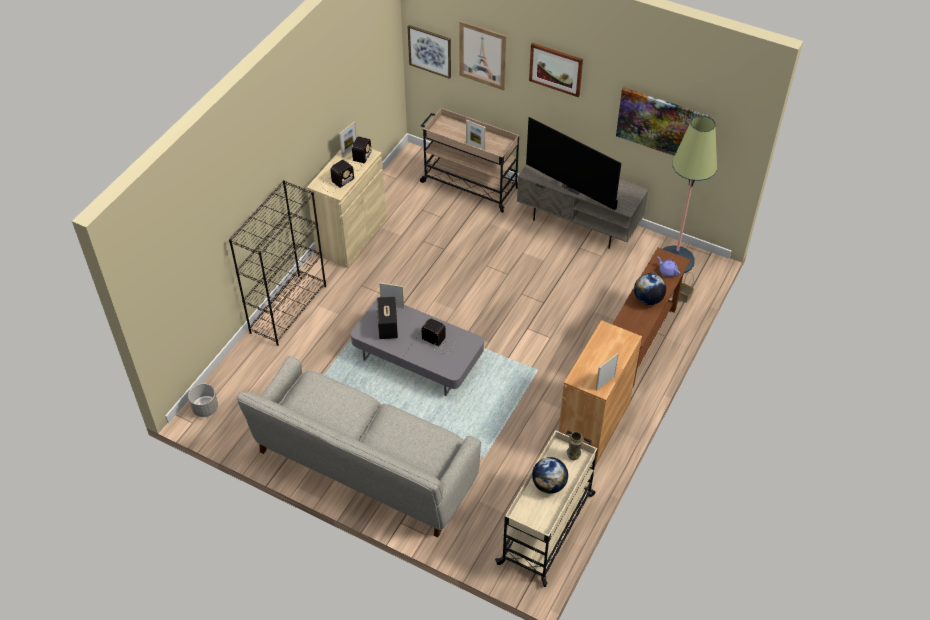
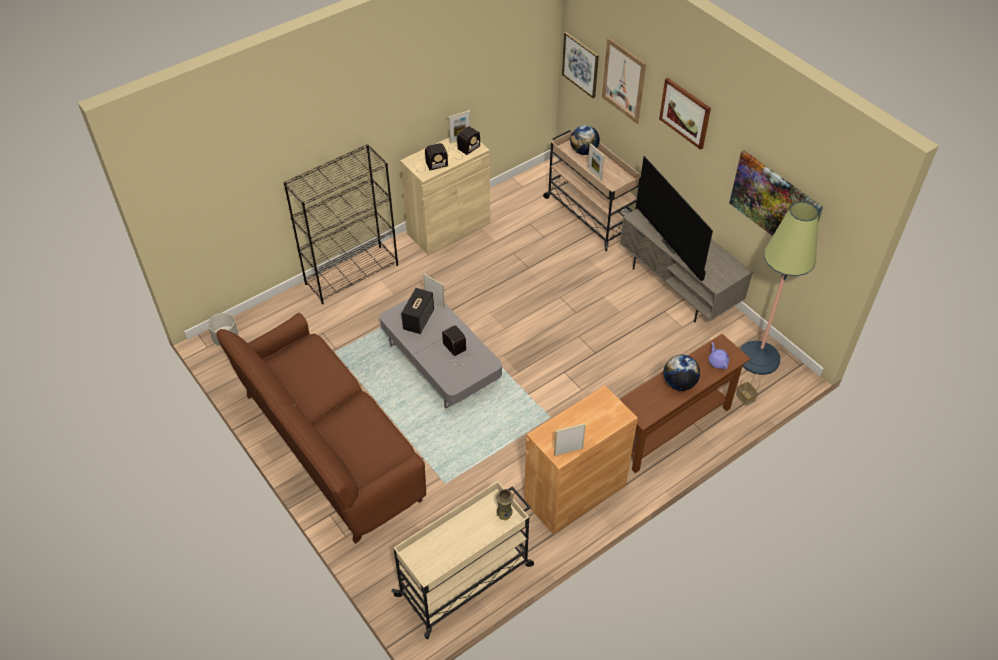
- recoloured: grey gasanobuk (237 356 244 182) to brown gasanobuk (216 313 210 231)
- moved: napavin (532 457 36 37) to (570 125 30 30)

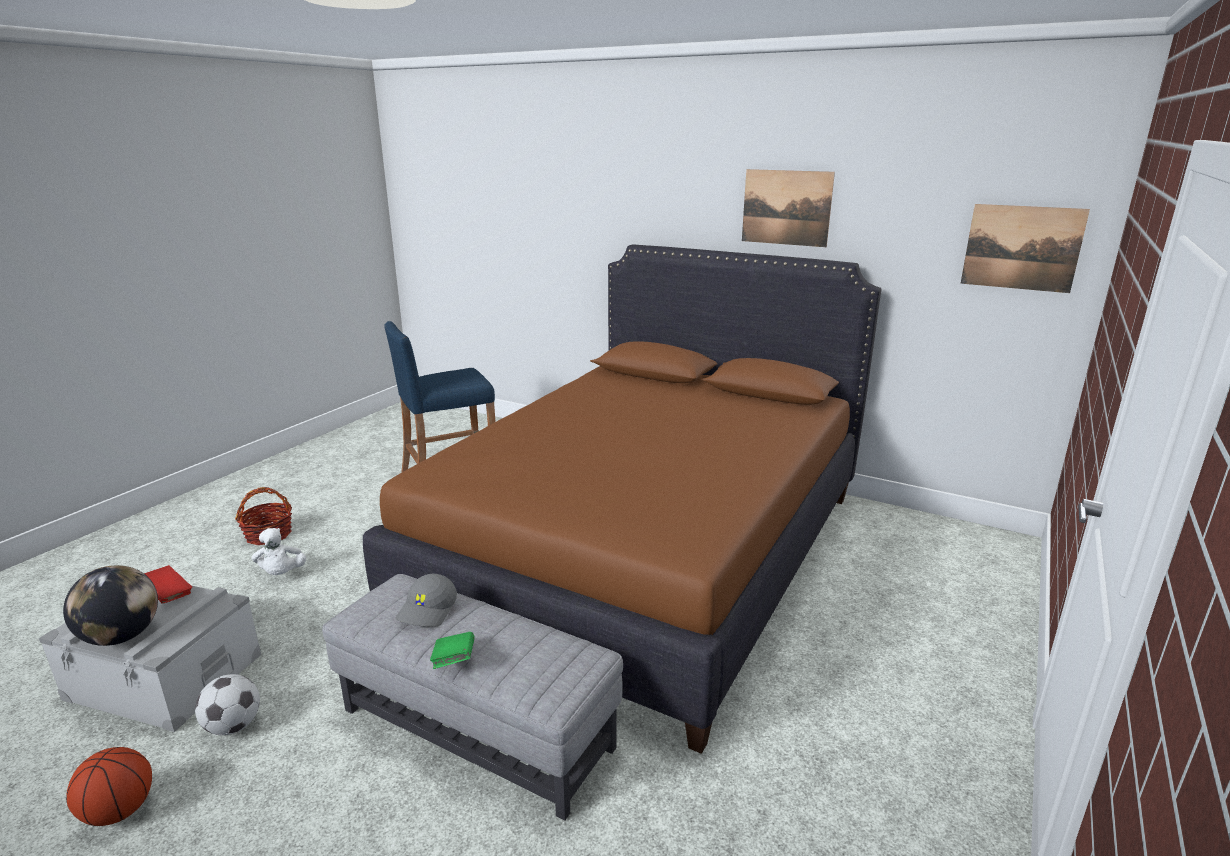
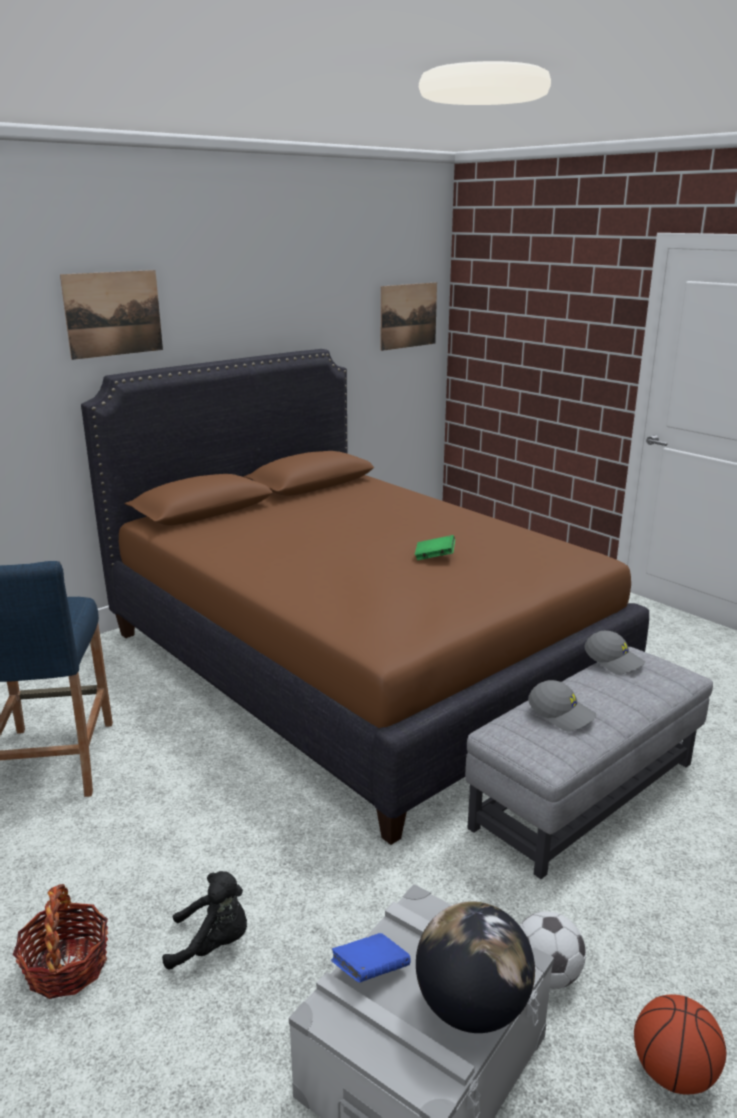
- recoloured: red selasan (144 565 48 38) to blue selasan (331 933 80 50)
- recoloured: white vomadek (252 528 54 47) to black vomadek (162 871 85 99)
- moved: green selasan (430 632 45 37) to (415 535 40 25)
- moved: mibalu (742 169 93 78) to (60 270 103 90)
- added: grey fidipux (585 631 60 44)

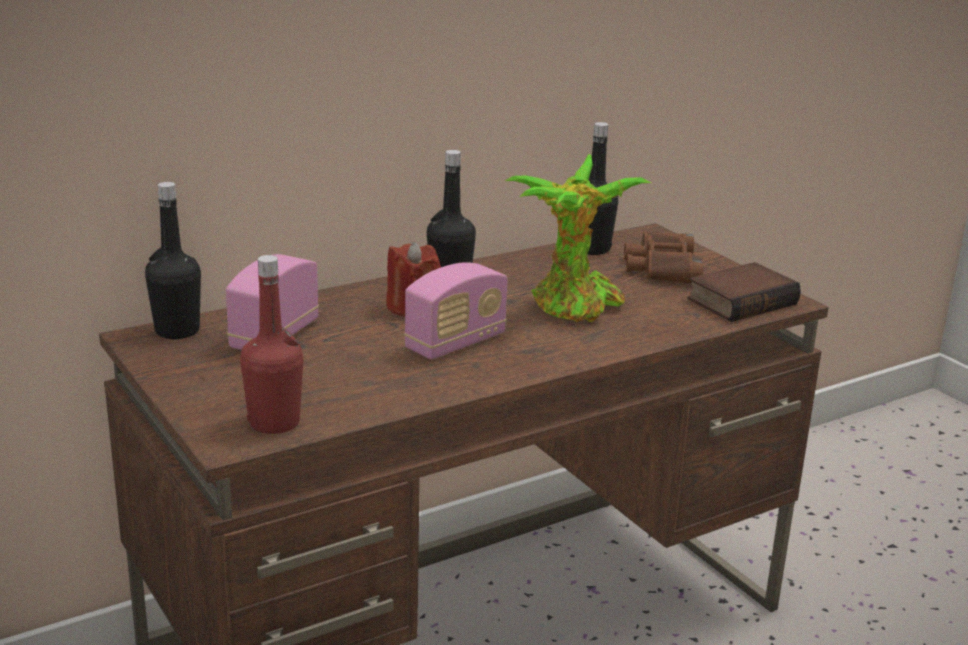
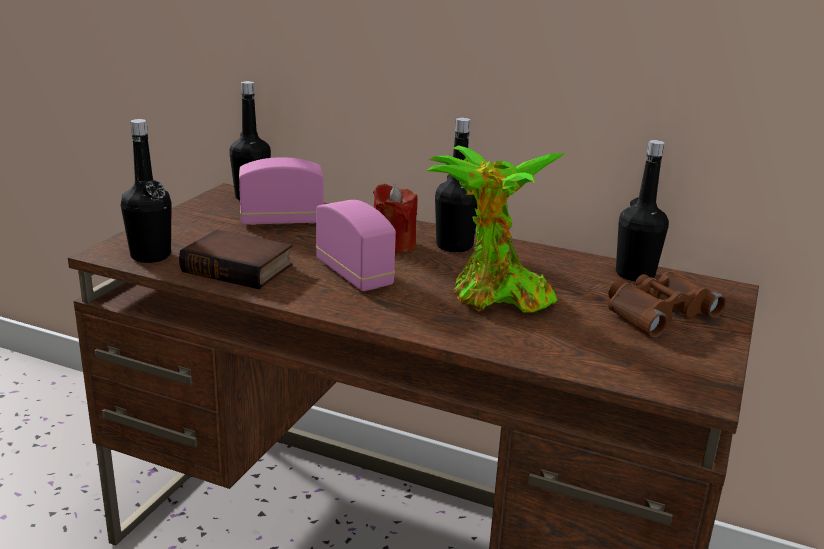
- recoloured: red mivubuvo (240 255 64 179) to black mivubuvo (121 119 51 144)
- turned: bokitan (404 262 103 98) = (316 200 80 91) 135 degrees counterclockwise
- moved: selasan (687 262 114 60) to (179 229 114 60)

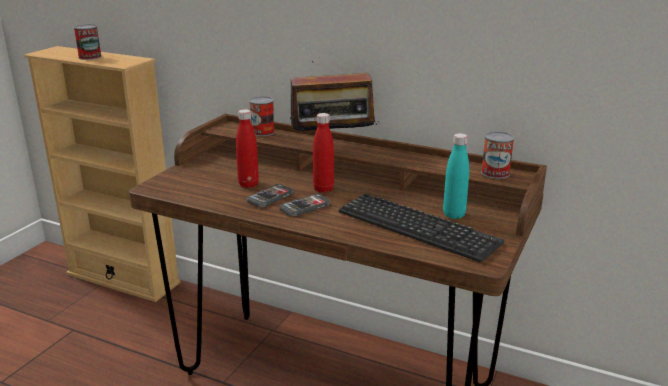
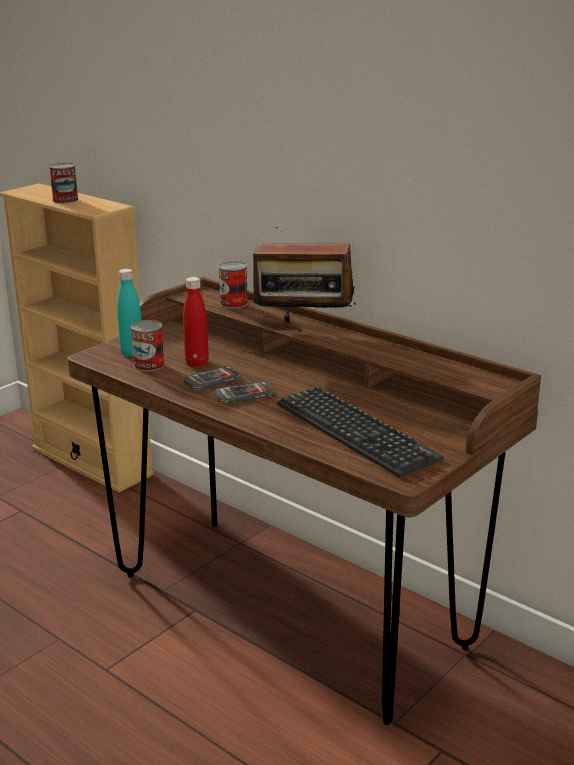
- removed: red mivubuvo (313 113 21 80)
- moved: turquoise mivubuvo (443 133 26 86) to (117 269 24 87)
- moved: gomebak (481 131 33 48) to (131 320 34 52)

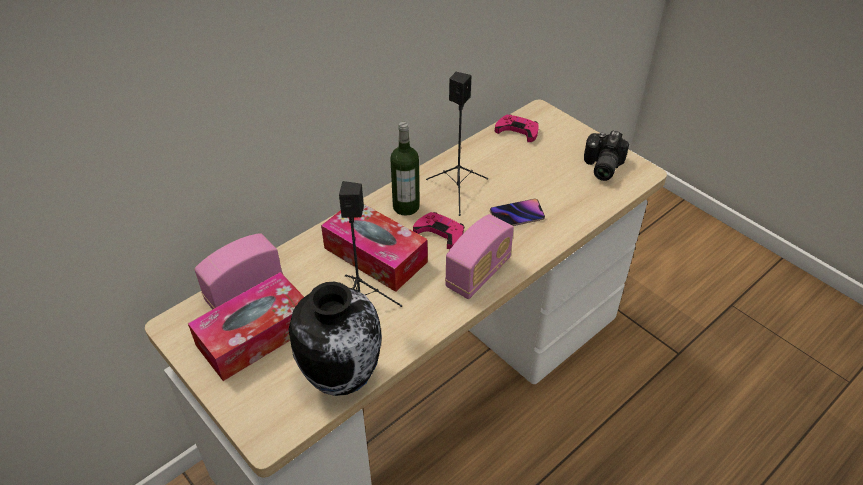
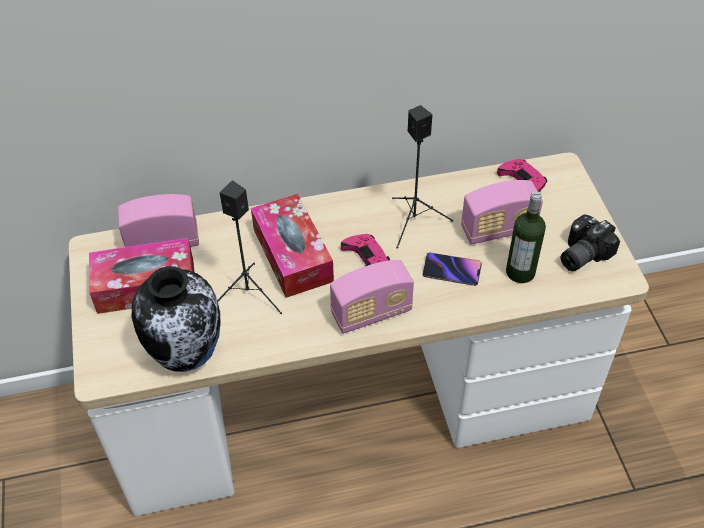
- moved: mivubuvo (390 122 30 94) to (506 191 40 92)
- added: bokitan (461 180 82 65)

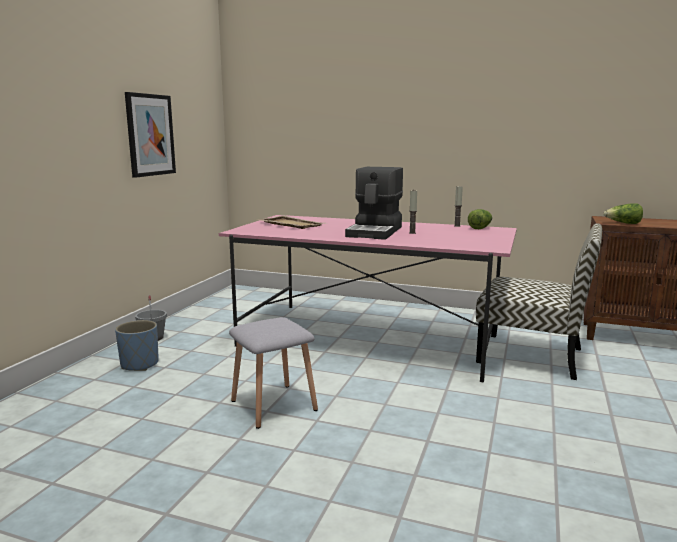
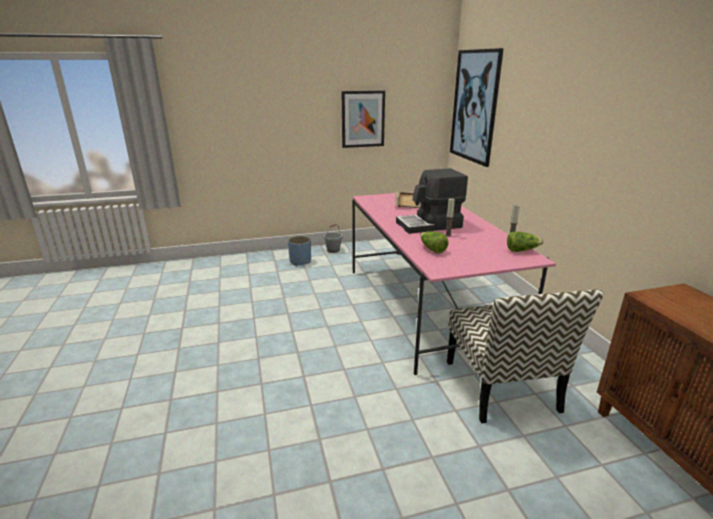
- removed: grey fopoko (229 317 89 112)
- moved: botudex (604 203 39 21) to (420 231 29 22)
- added: mibalu (450 48 54 119)

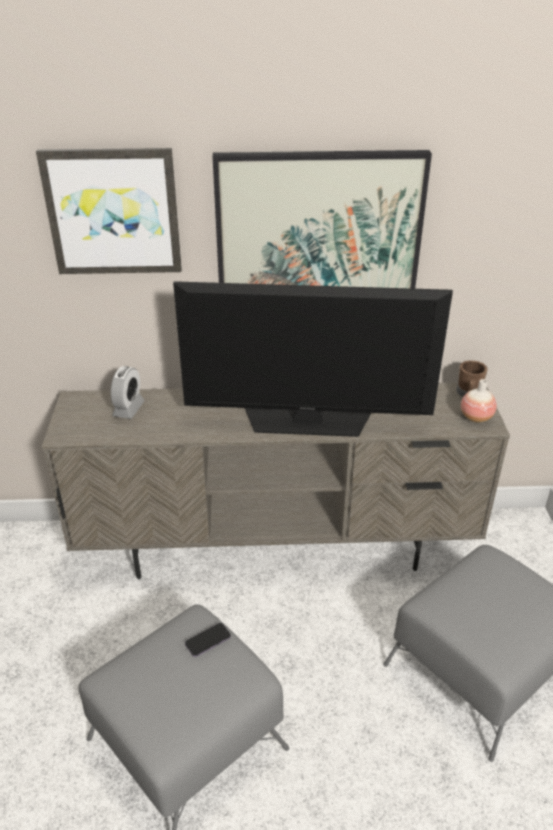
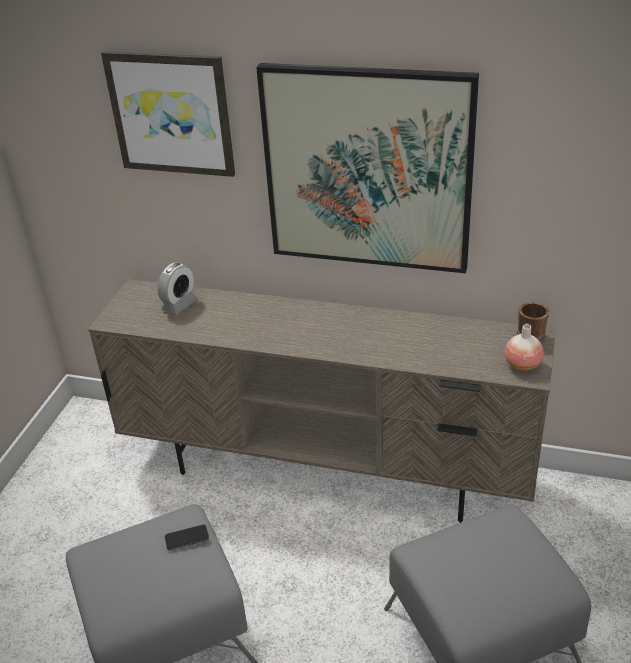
- removed: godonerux (173 281 280 156)

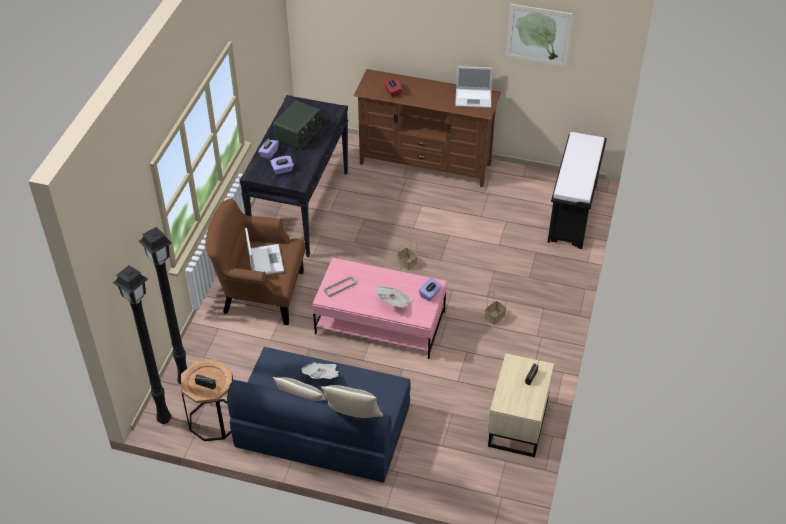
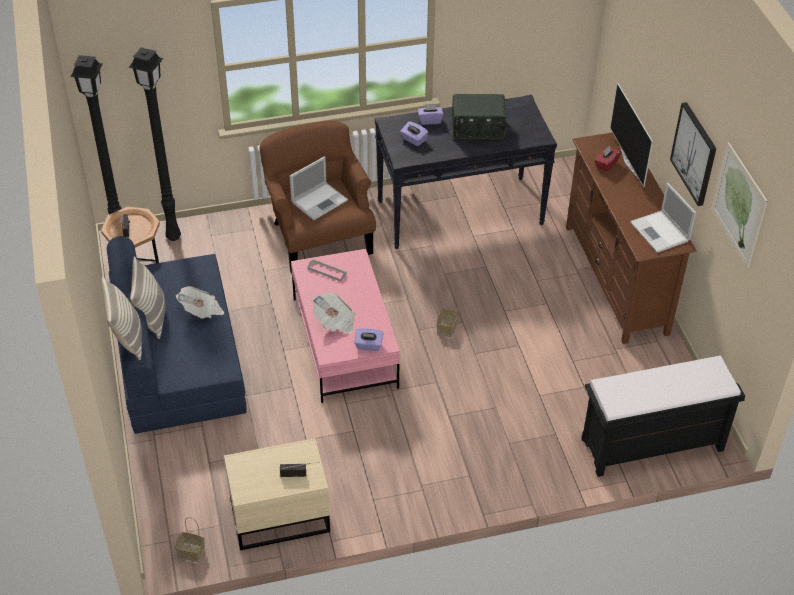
- moved: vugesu (485 291 21 34) to (175 517 30 45)
- added: godonerux (610 83 43 104)
- added: mibalu (670 102 47 104)

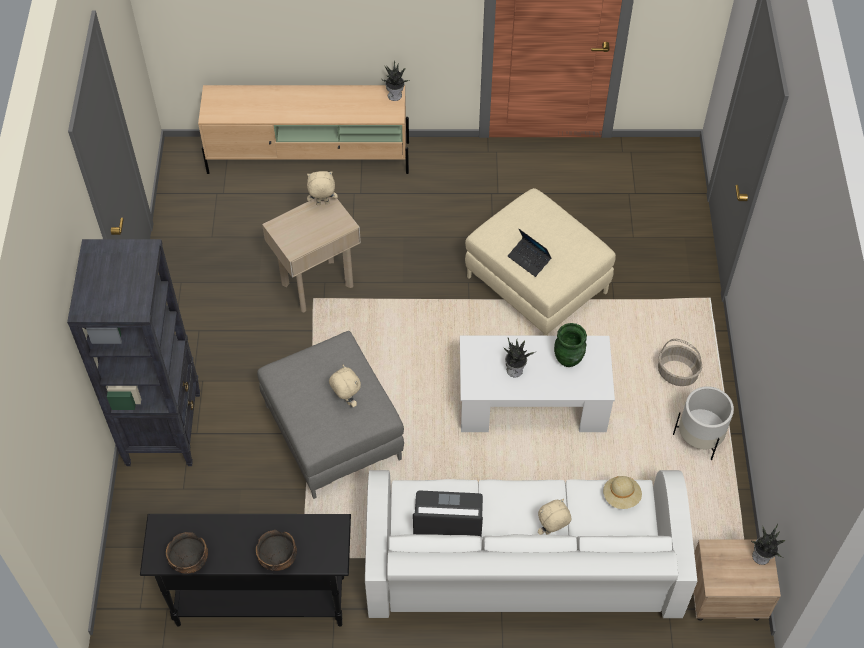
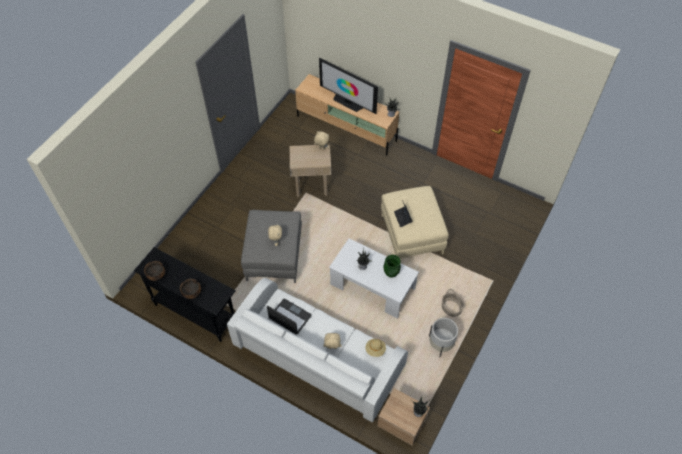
- removed: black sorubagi (67 239 133 227)
- added: godonerux (319 58 59 56)

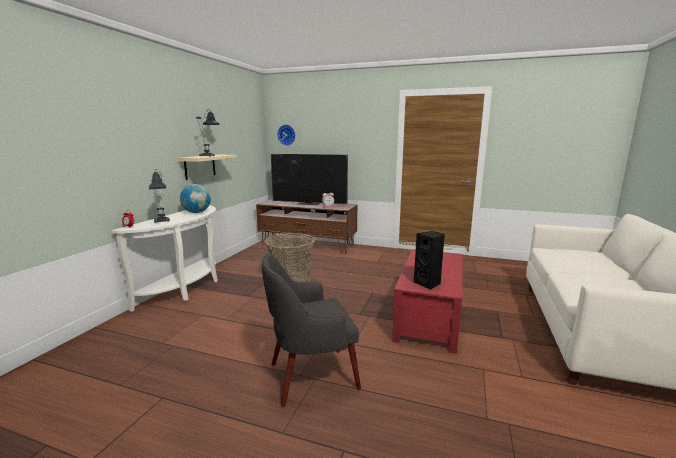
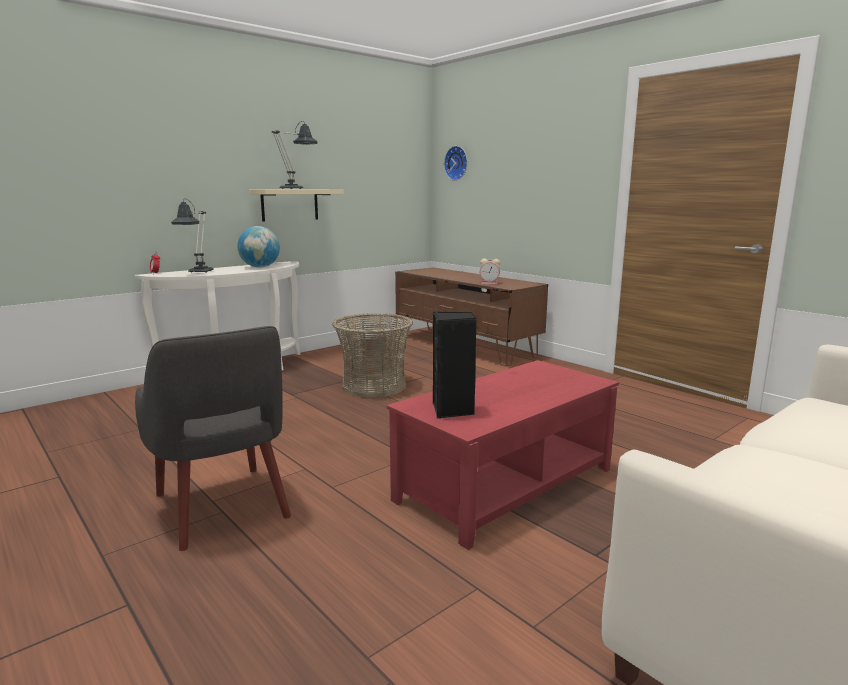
- turned: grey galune (262 254 99 153) = (135 326 156 225) 135 degrees counterclockwise
- removed: godonerux (271 154 77 51)

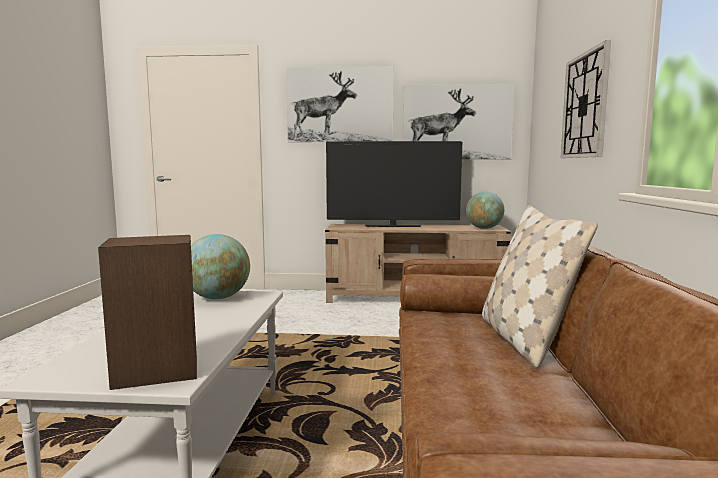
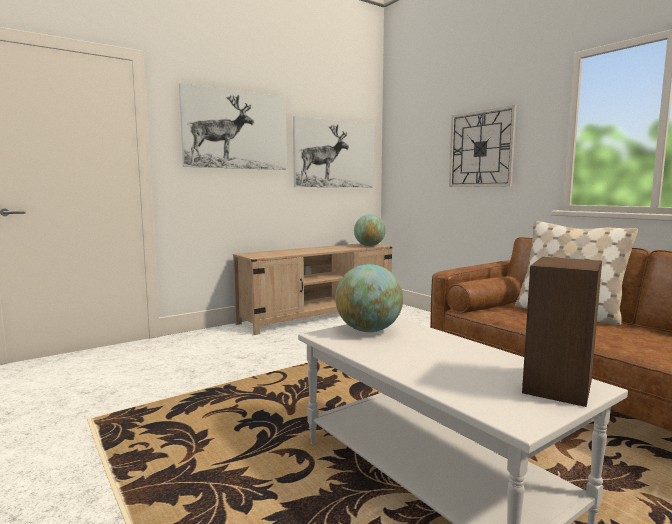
- removed: godonerux (326 141 136 86)

